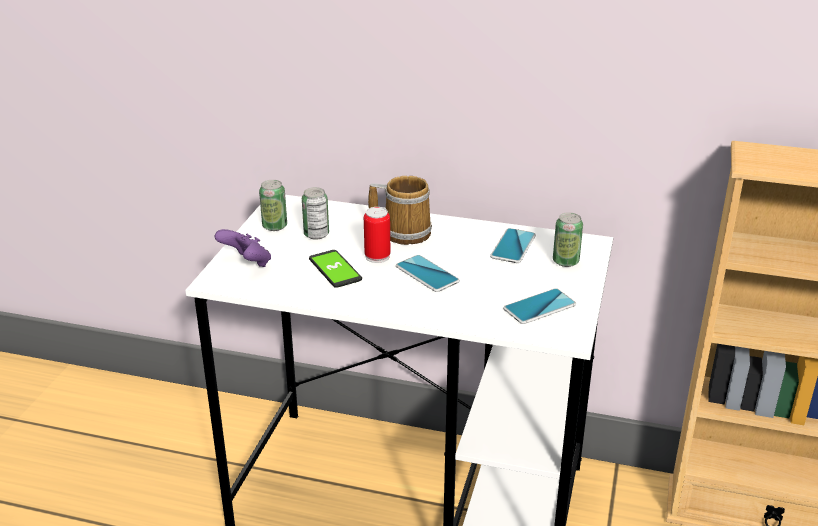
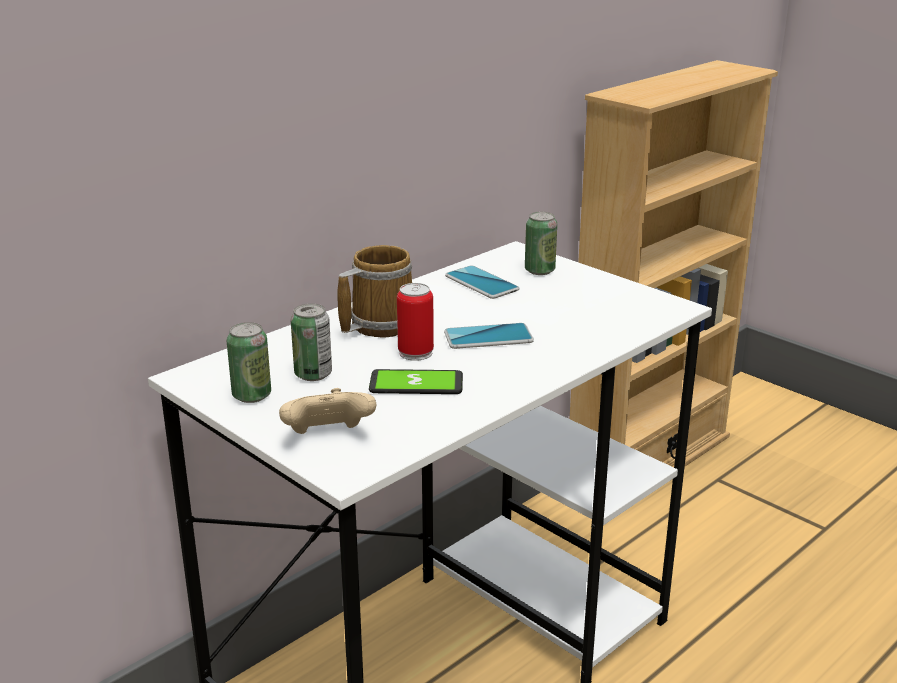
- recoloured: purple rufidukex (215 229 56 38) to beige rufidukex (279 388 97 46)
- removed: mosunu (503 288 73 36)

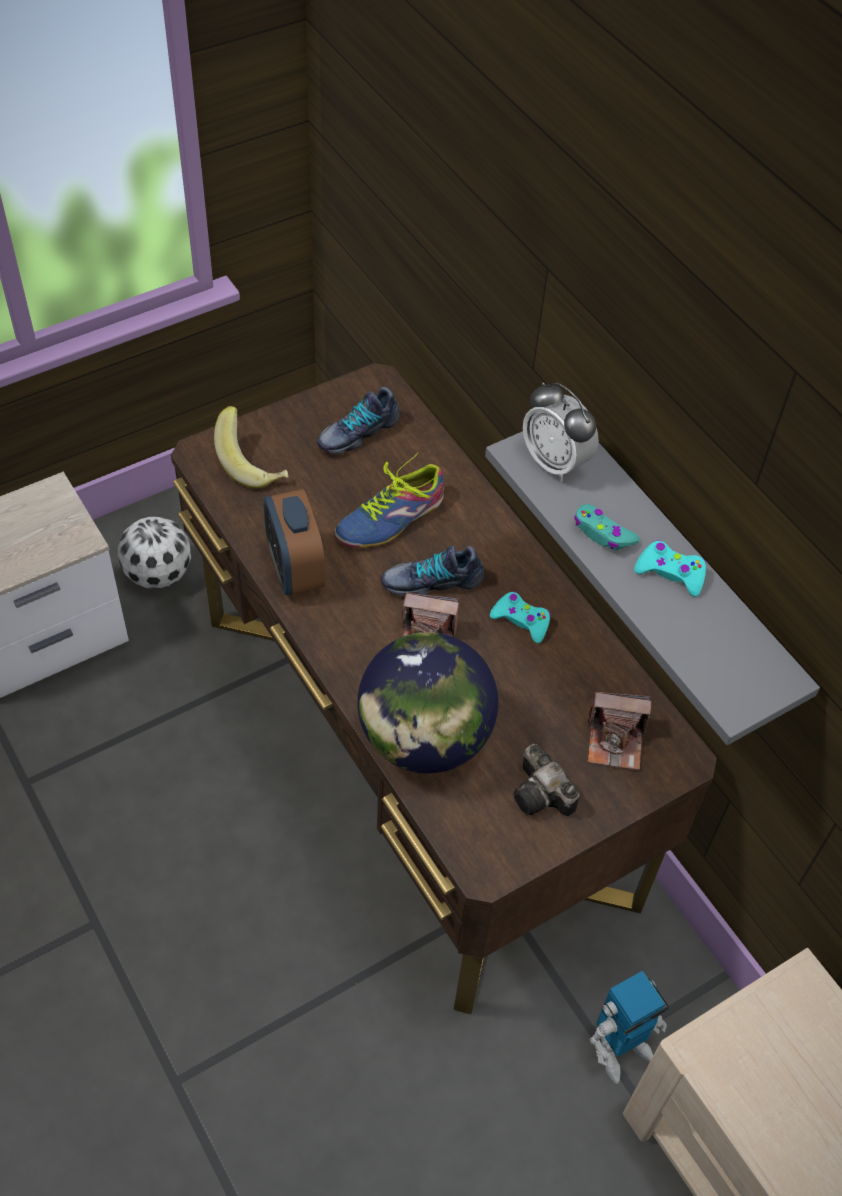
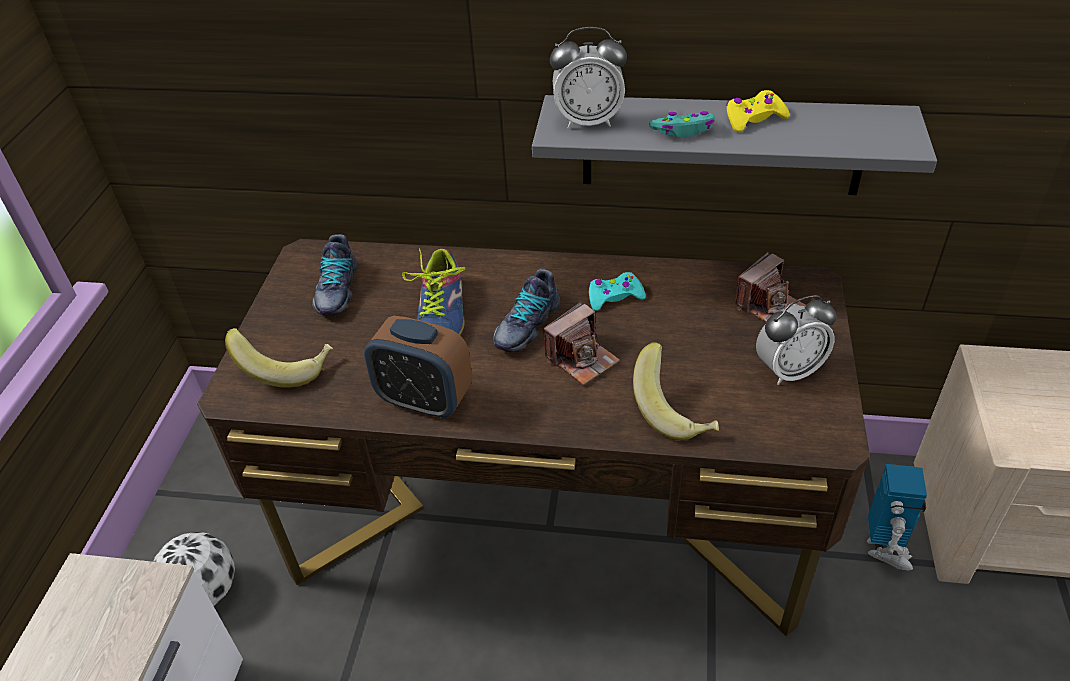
- replaced: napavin (358 632 140 142) to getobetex (633 342 86 99)
- replaced: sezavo (514 744 66 72) to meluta (756 295 81 90)
- recoloured: turquoise rufidukex (634 540 72 57) to yellow rufidukex (726 90 64 43)

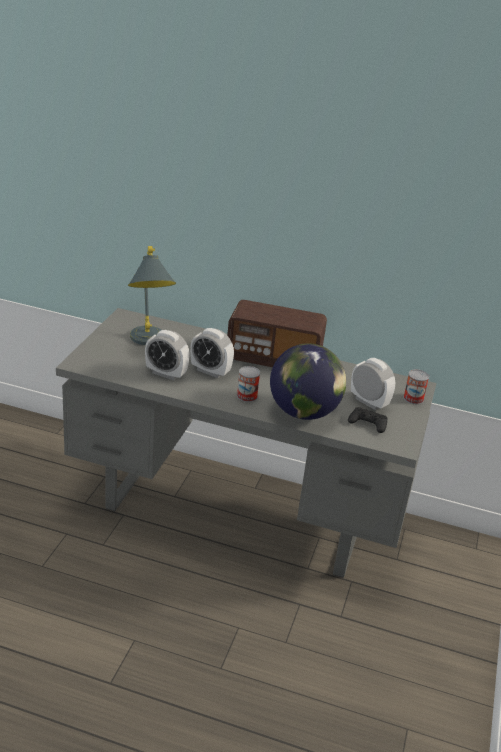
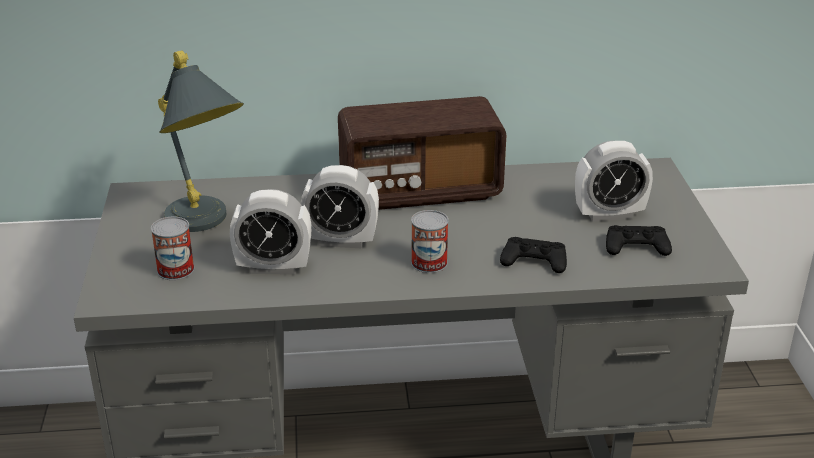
- replaced: napavin (270 343 76 77) to black rufidukex (500 237 67 36)
- turned: meluta (351 358 44 52) = (575 141 78 81) 150 degrees clockwise
- moved: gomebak (403 369 26 35) to (151 216 43 64)

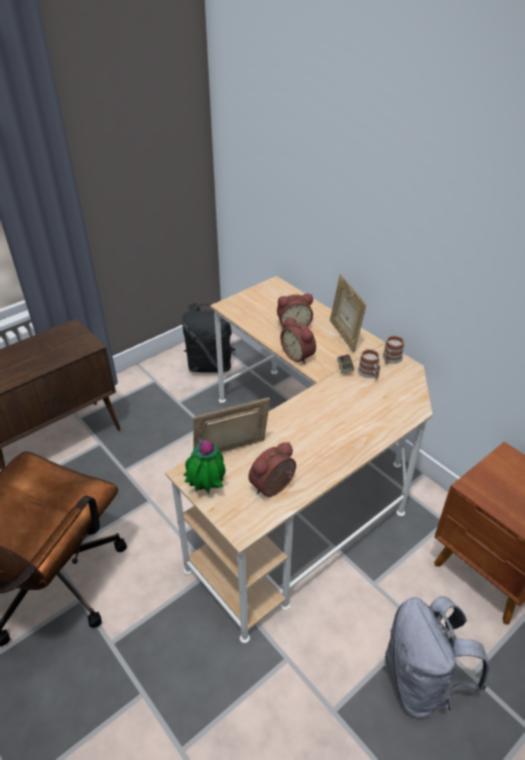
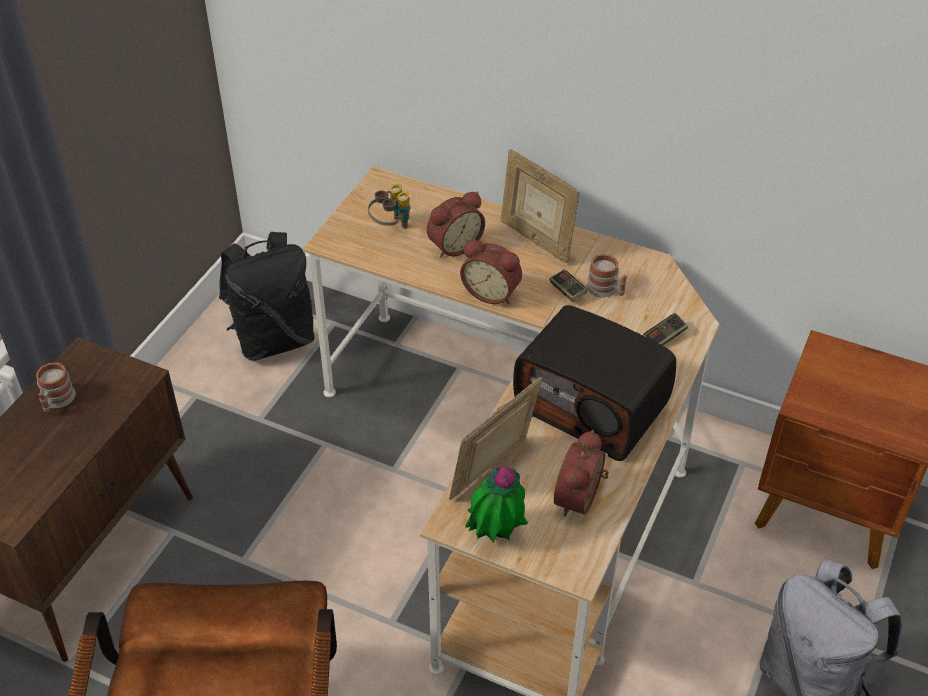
- moved: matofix (382 336 22 28) to (36 362 40 51)
- added: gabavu (368 184 43 45)
- added: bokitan (513 305 163 156)
- added: rufidukex (643 313 45 33)

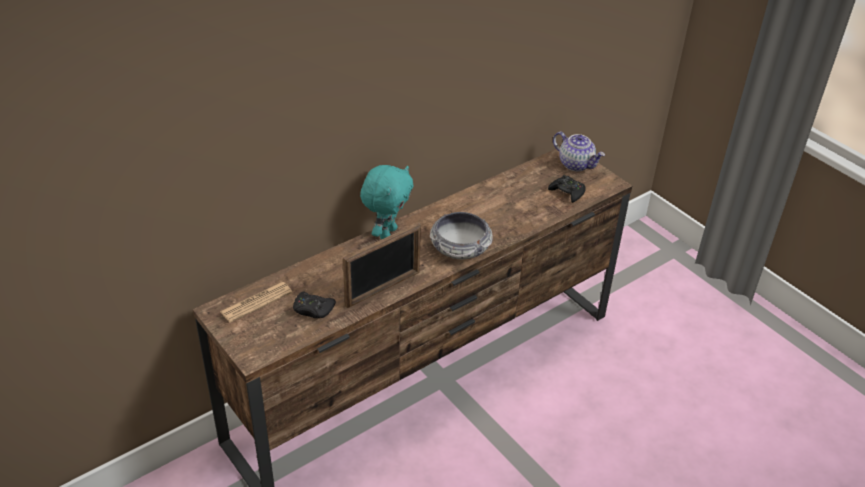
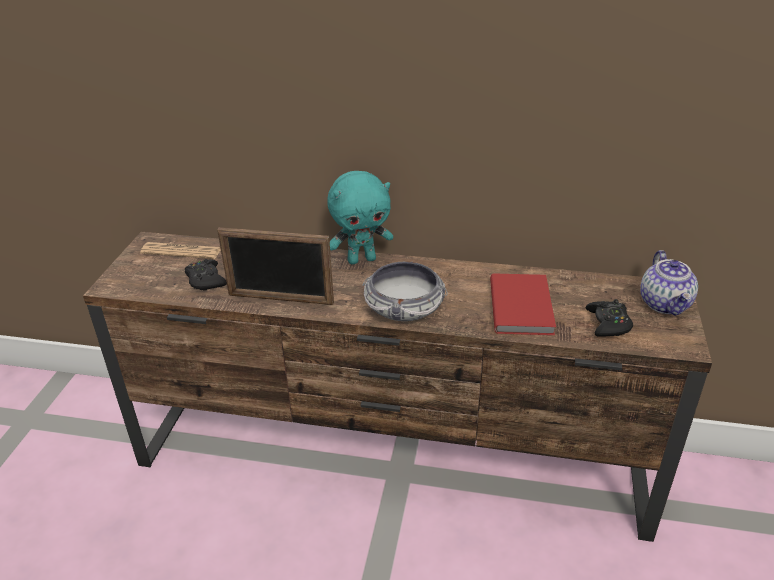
- added: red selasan (490 273 66 62)

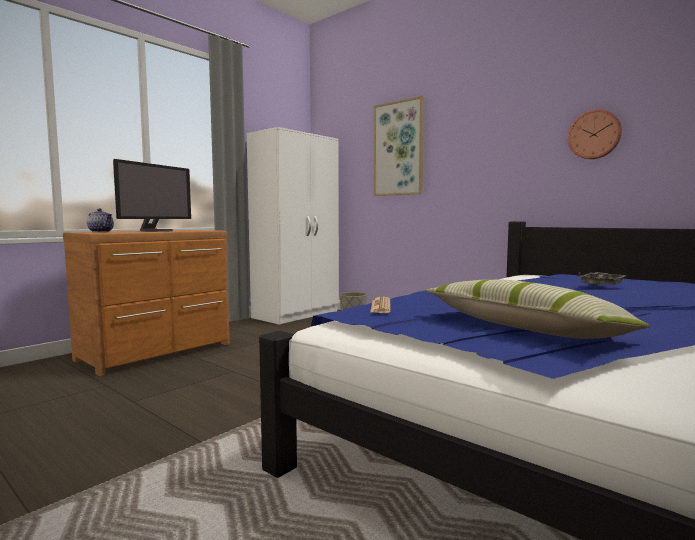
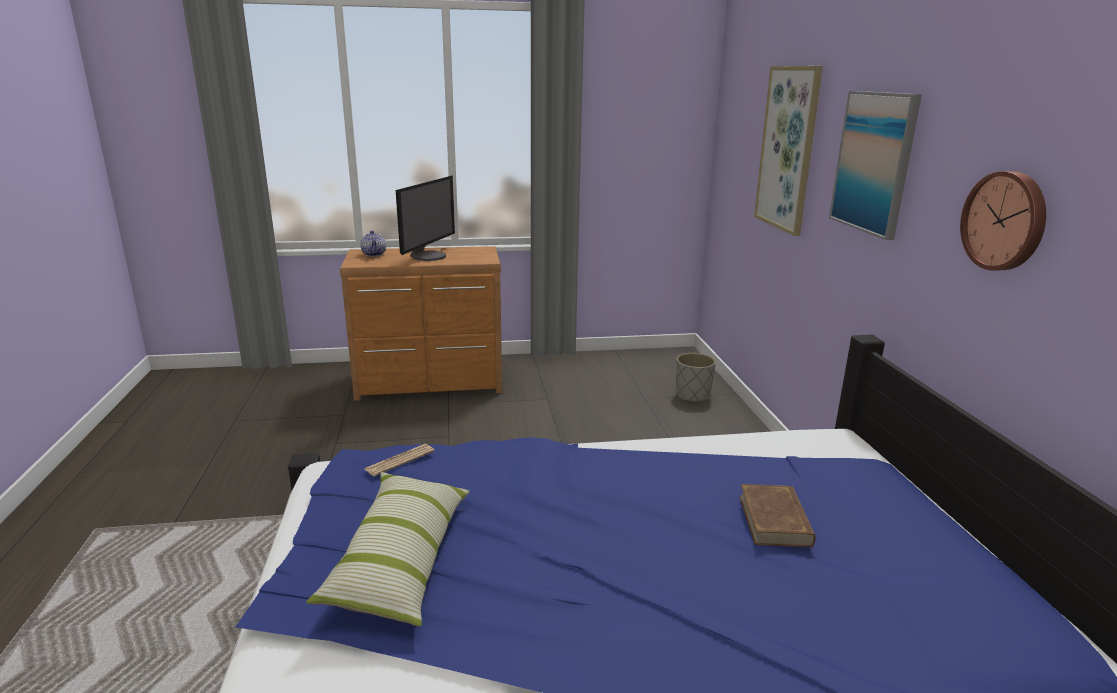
- turned: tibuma (113 159 78 73) = (396 175 59 86) 45 degrees counterclockwise
- removed: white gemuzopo (247 127 92 198)
- replaced: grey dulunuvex (578 272 49 14) to brown selasan (739 484 76 63)
- added: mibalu (829 91 93 149)

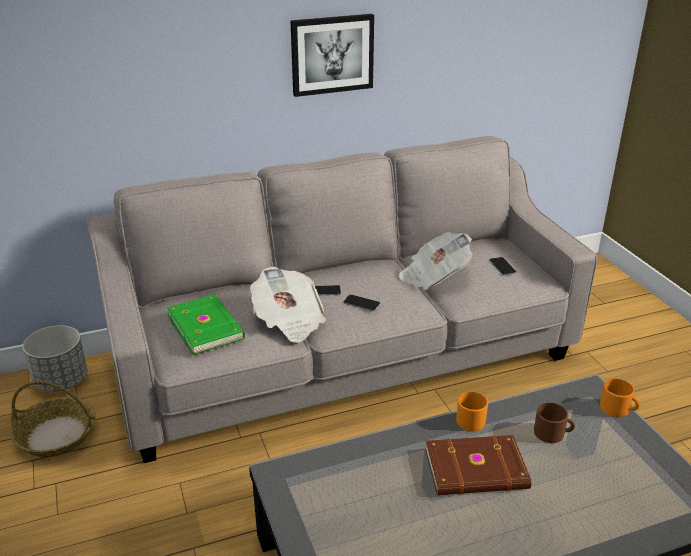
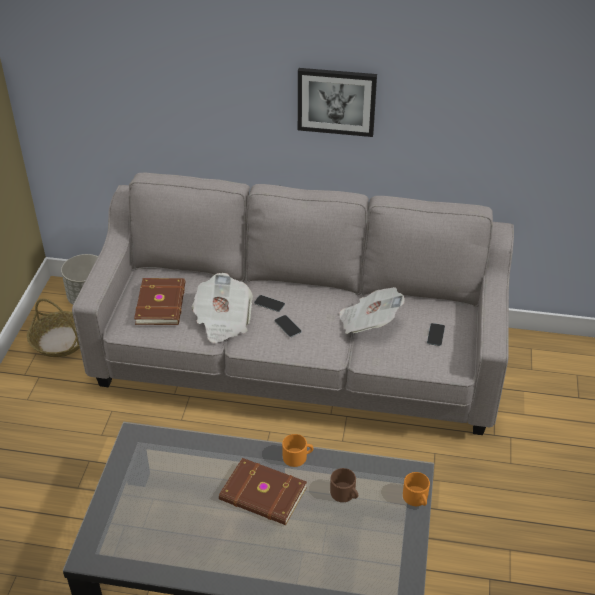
- recoloured: green selasan (167 294 78 61) to brown selasan (134 278 52 47)

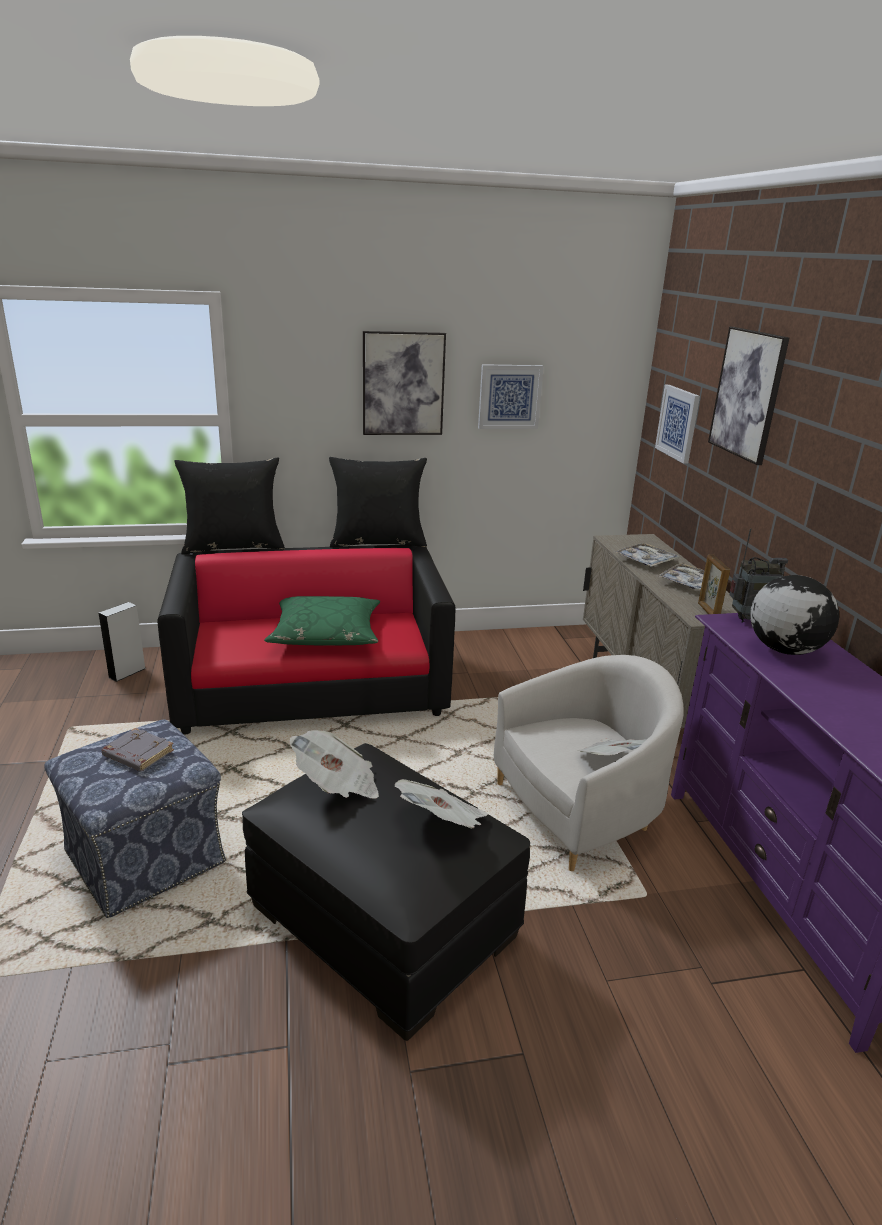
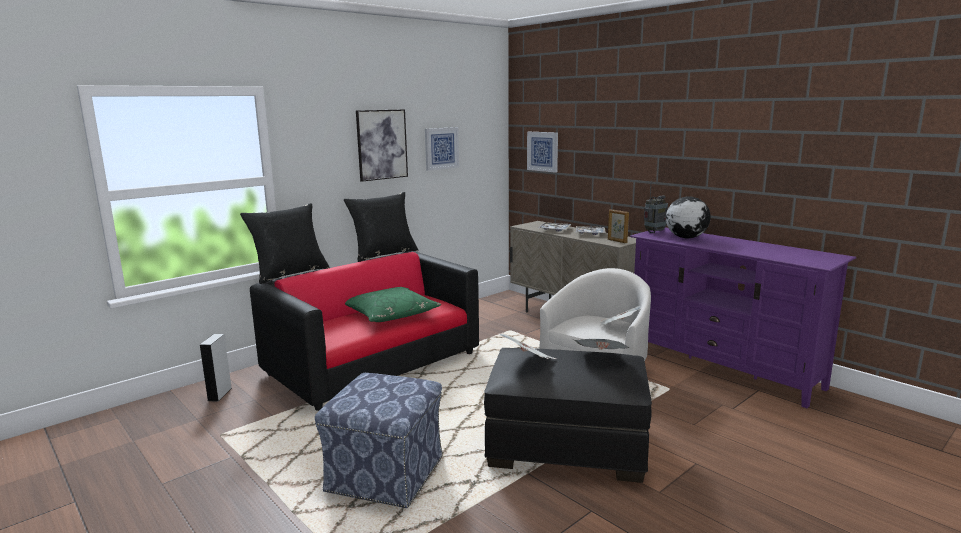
- removed: grey selasan (101 728 73 43)
- removed: mibalu (708 327 81 138)

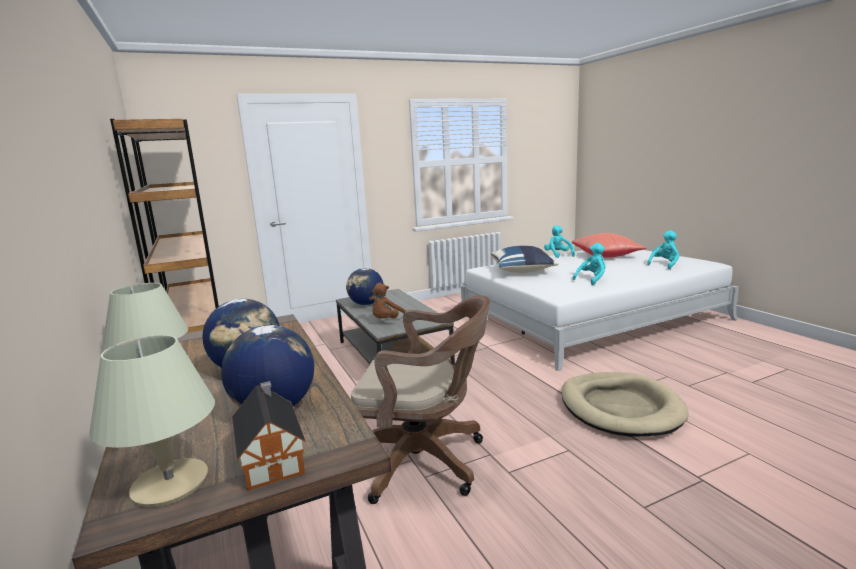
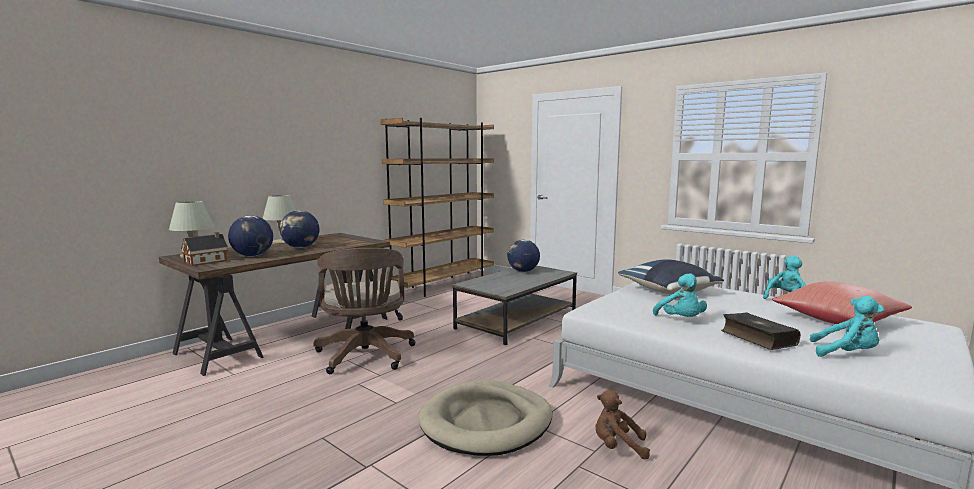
- moved: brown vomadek (372 283 35 35) to (595 390 55 69)
- turned: turquoise vomadek (573 243 32 42) = (653 273 54 44) 45 degrees clockwise
- added: selasan (721 313 79 37)

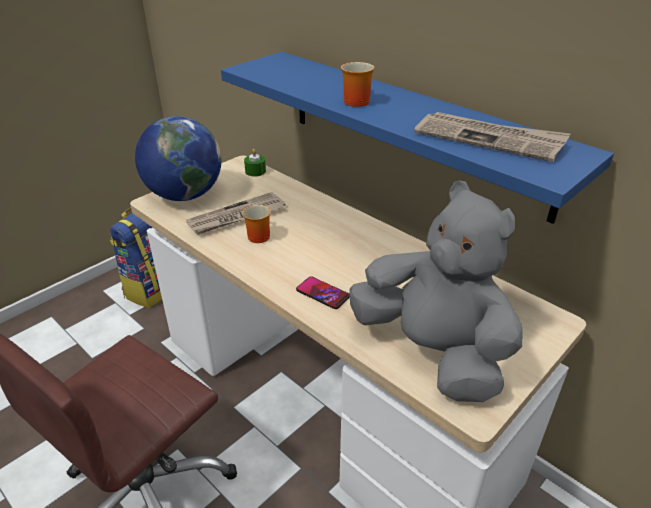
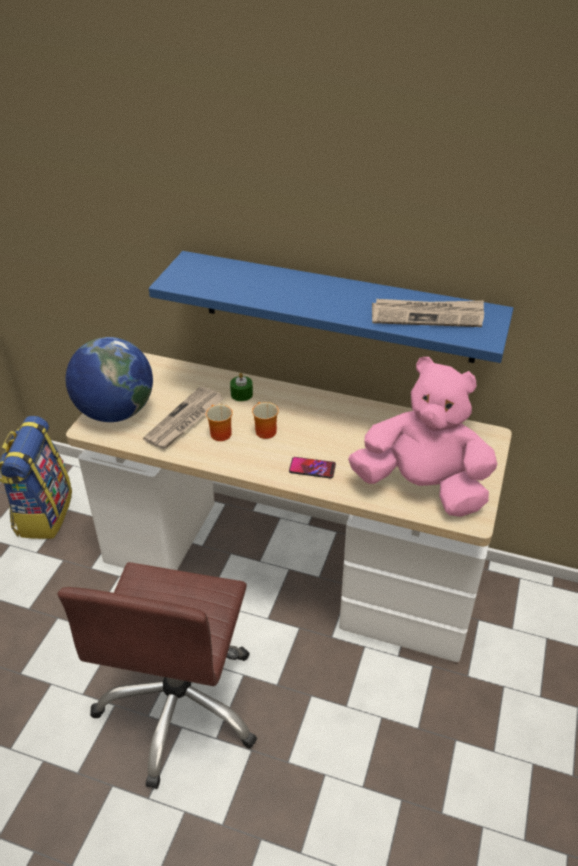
- moved: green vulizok (244 149 22 27) to (230 373 23 28)
- moved: matofix (341 62 34 45) to (252 402 27 37)
- recoloured: grey vomadek (350 181 173 221) to pink vomadek (348 357 150 160)

